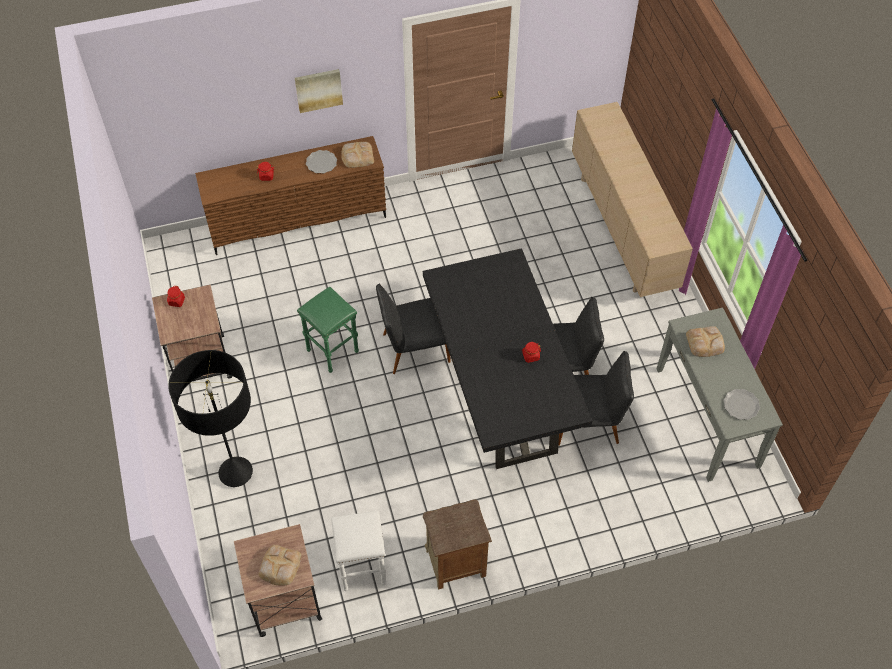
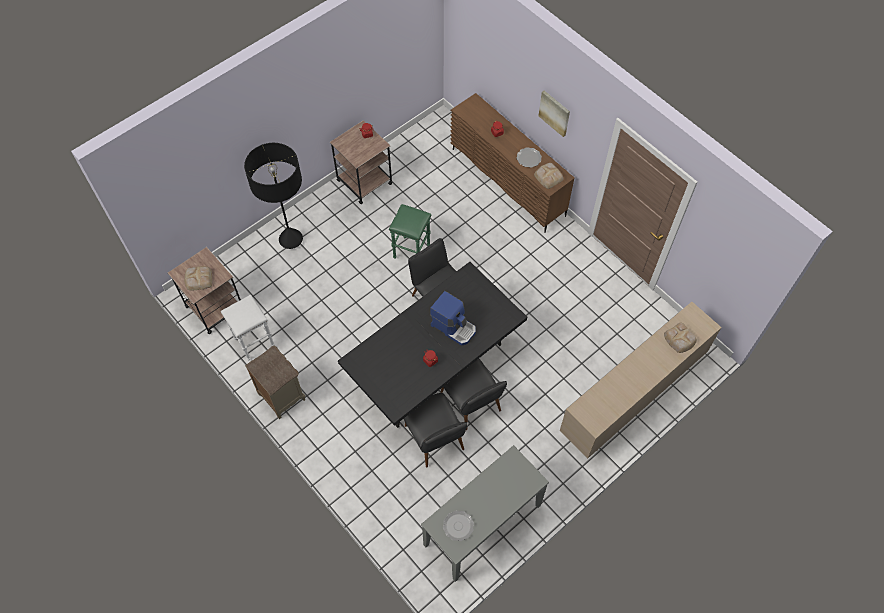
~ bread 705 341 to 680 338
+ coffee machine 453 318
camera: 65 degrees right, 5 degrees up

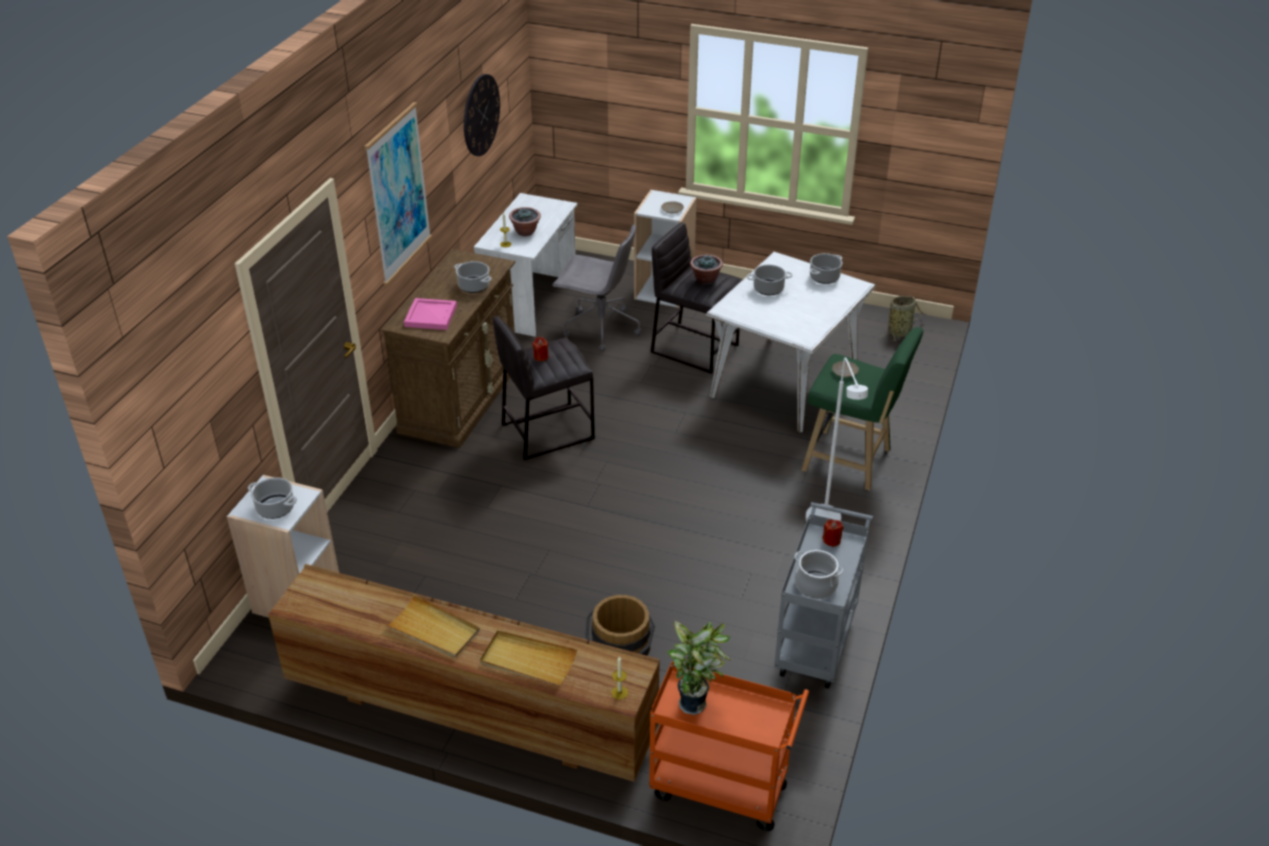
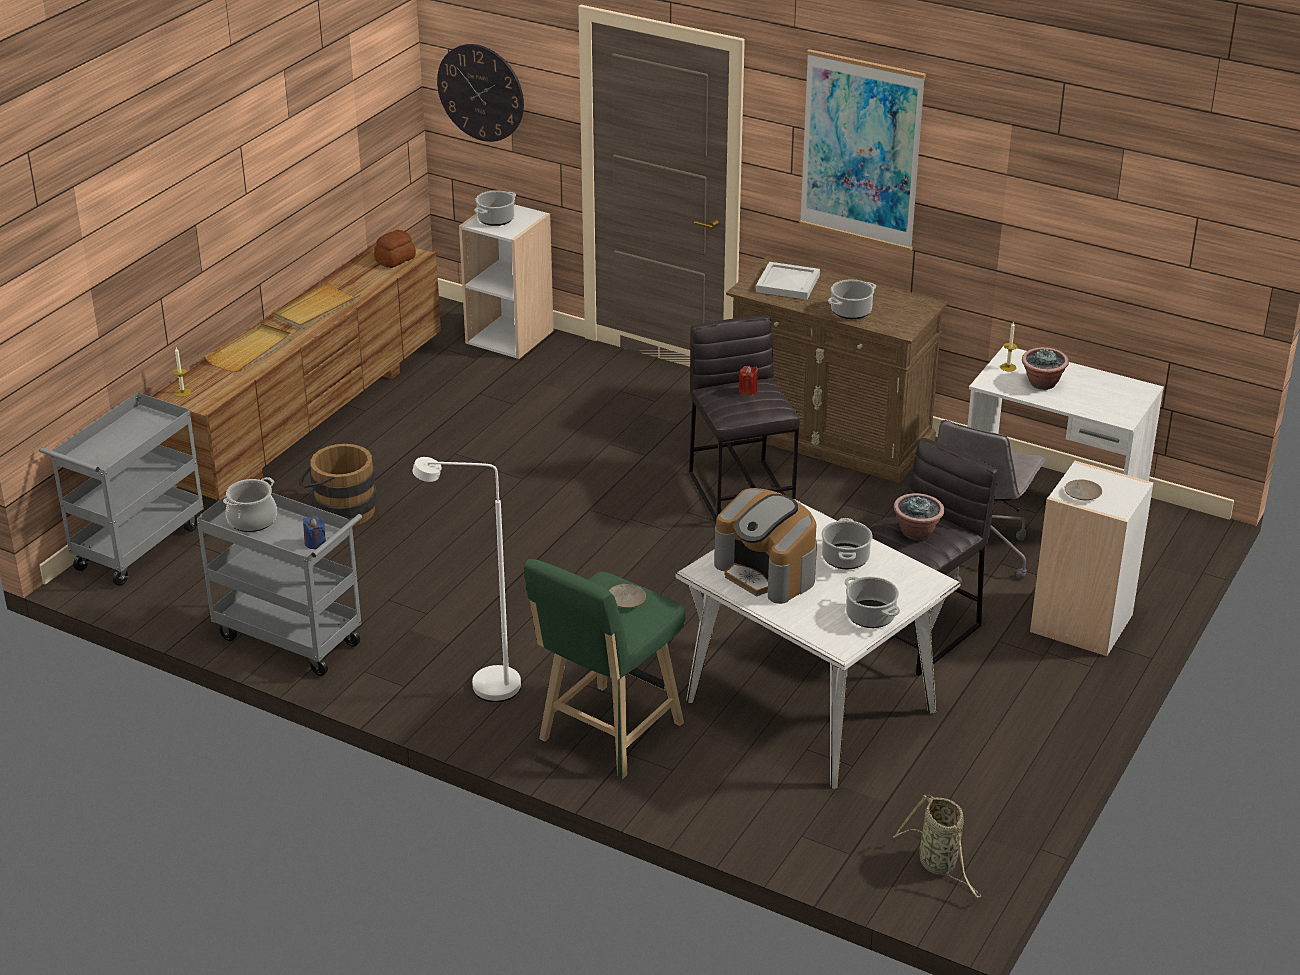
~ pink tray 430 314 to white tray 788 281
~ wall clock 482 115 to 480 93
~ orange cart 729 746 to grey cart 122 489
- potted plant 699 668
~ red candle 832 533 to blue candle 314 532
+ bread 395 249
+ coffee machine 765 546
camera: 100 degrees right, 5 degrees down

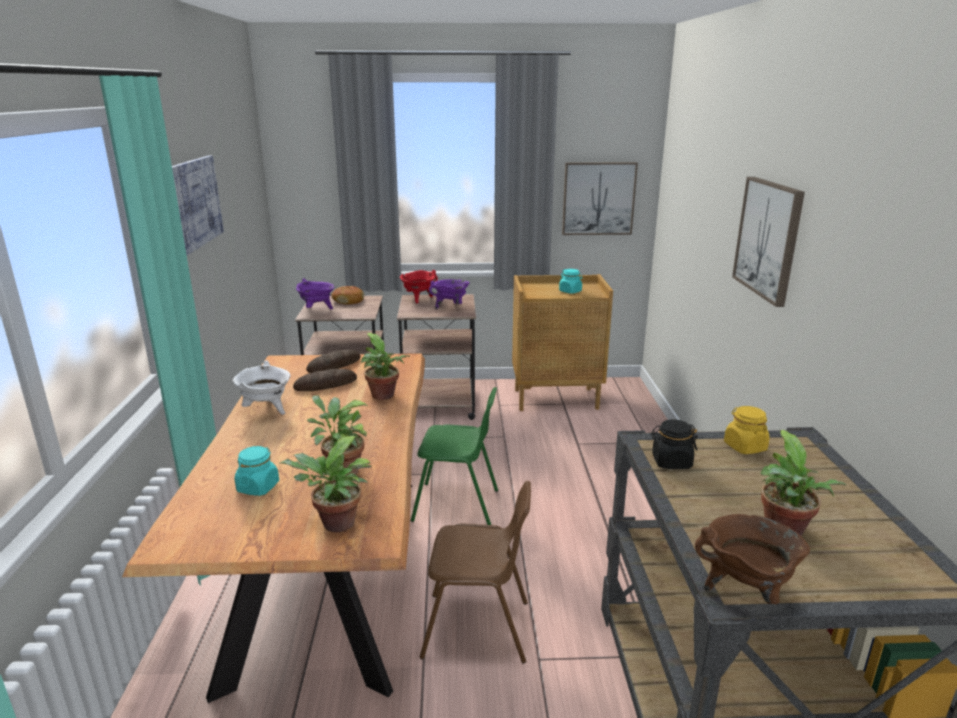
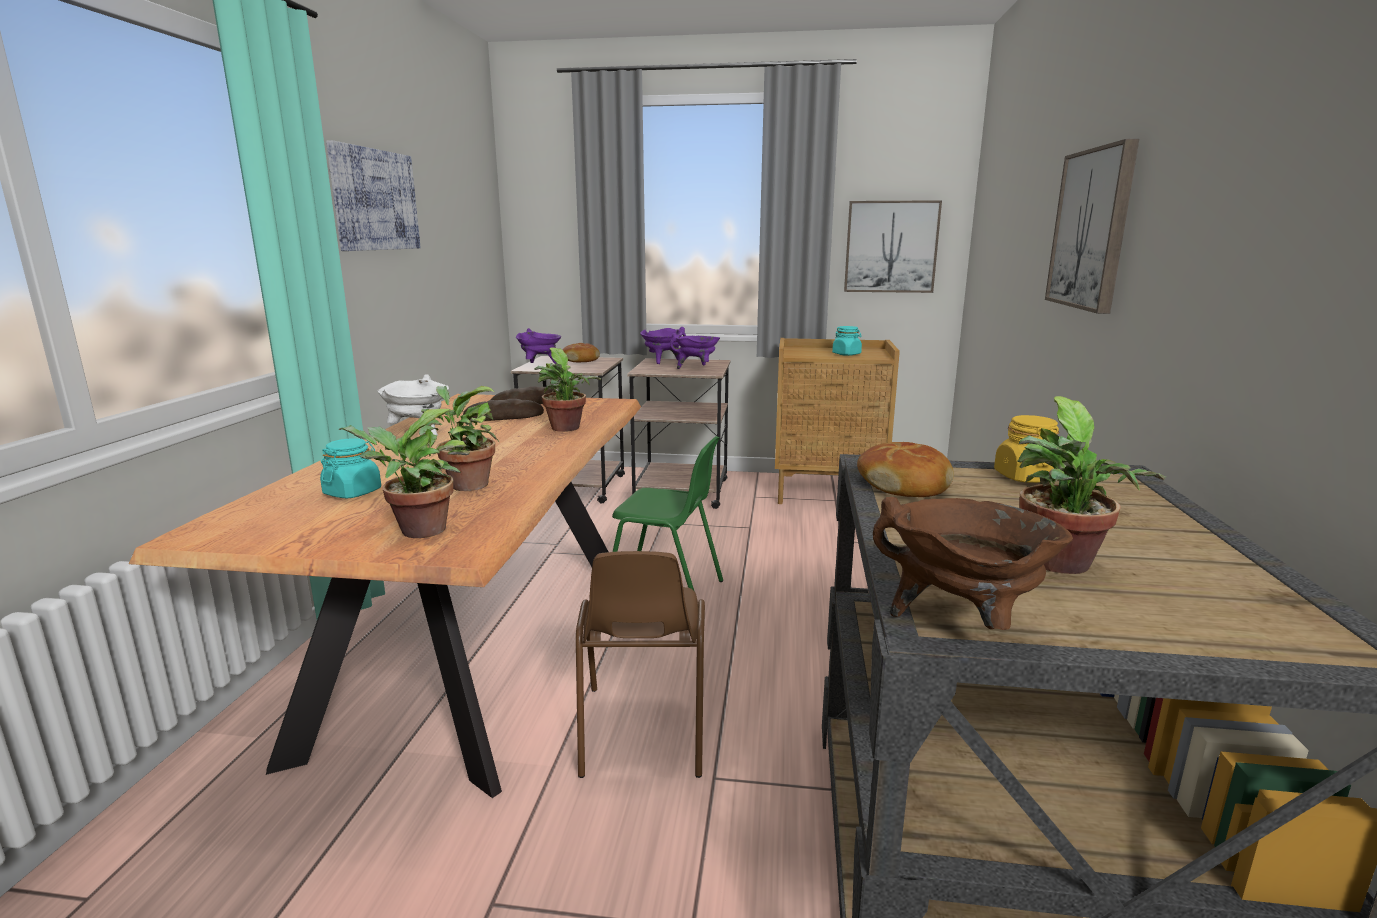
~ red cooking pot 419 287 to purple cooking pot 663 345
~ brown chair 475 572 = 640 664 75 degrees clockwise
~ black jar 674 444 to bread 905 469
camera: 10 degrees right, 5 degrees down

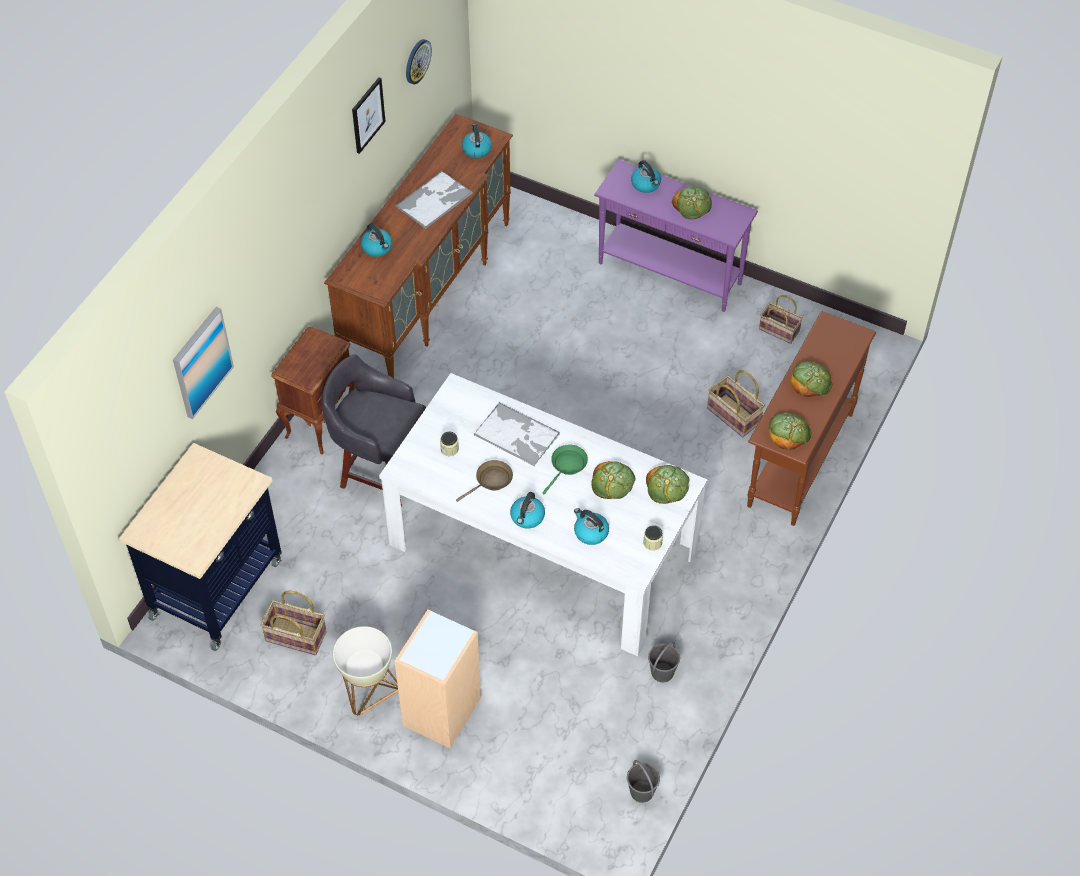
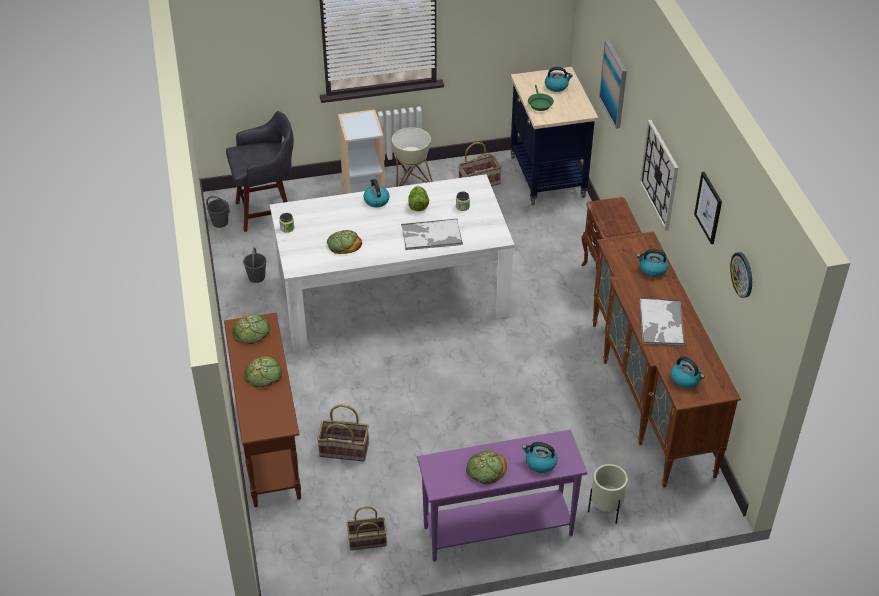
~ grey stool 373 430 to 260 171
~ brown frying pan 484 481 to lettuce 418 198
~ green frying pan 565 469 to 541 98
~ kettle 591 526 to 559 79
- bread 667 484
+ beige planter 608 494
+ wall clock 659 175
camera: 140 degrees right, 10 degrees down

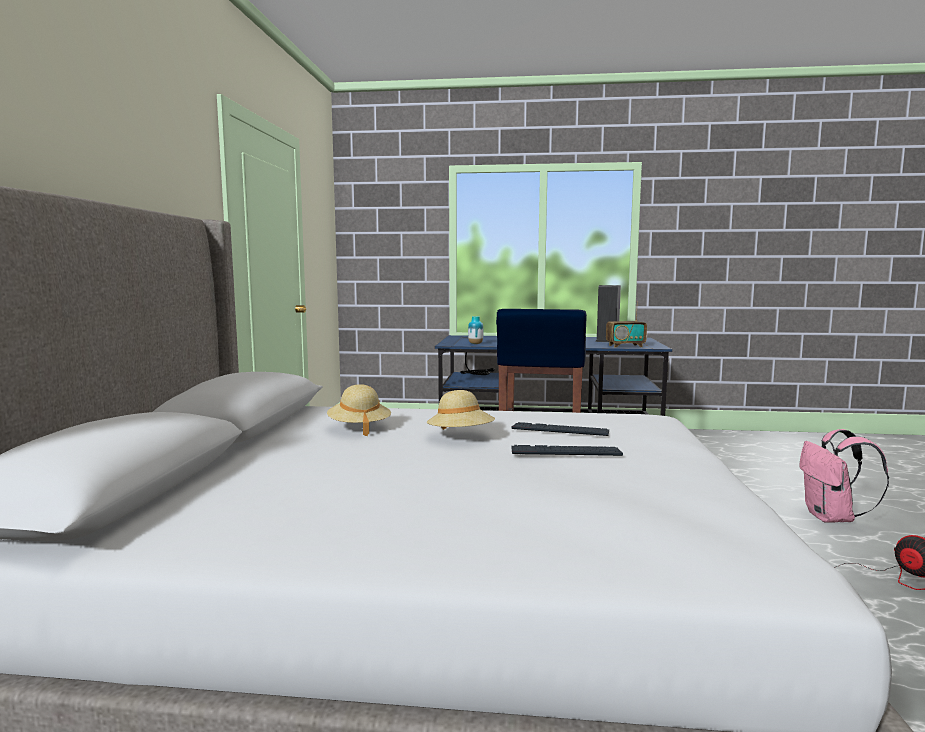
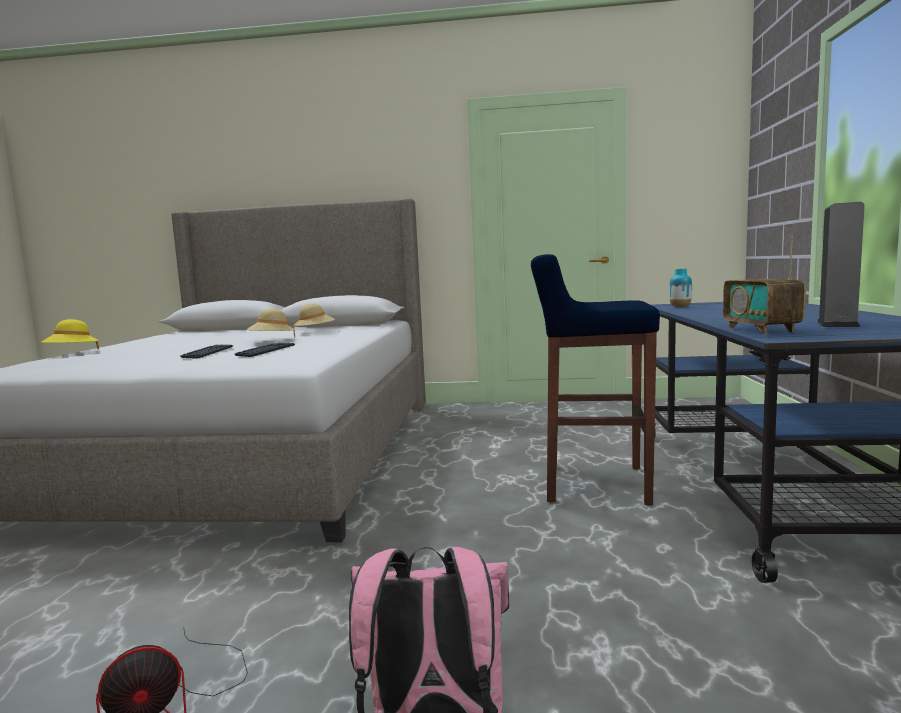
+ yellow hat 70 334
camera: 90 degrees right, 0 degrees up

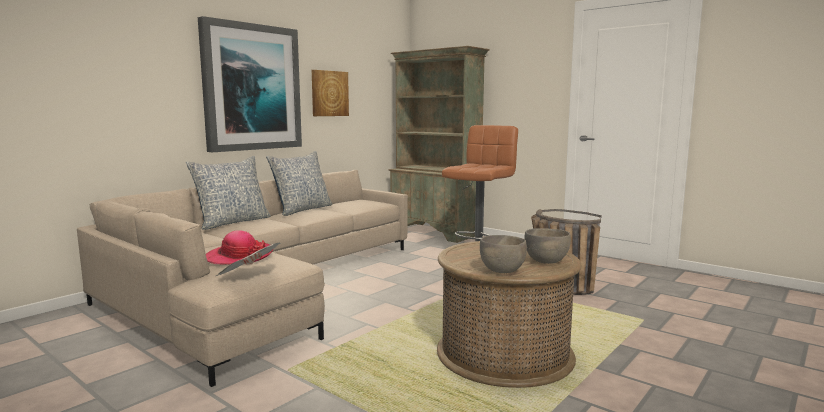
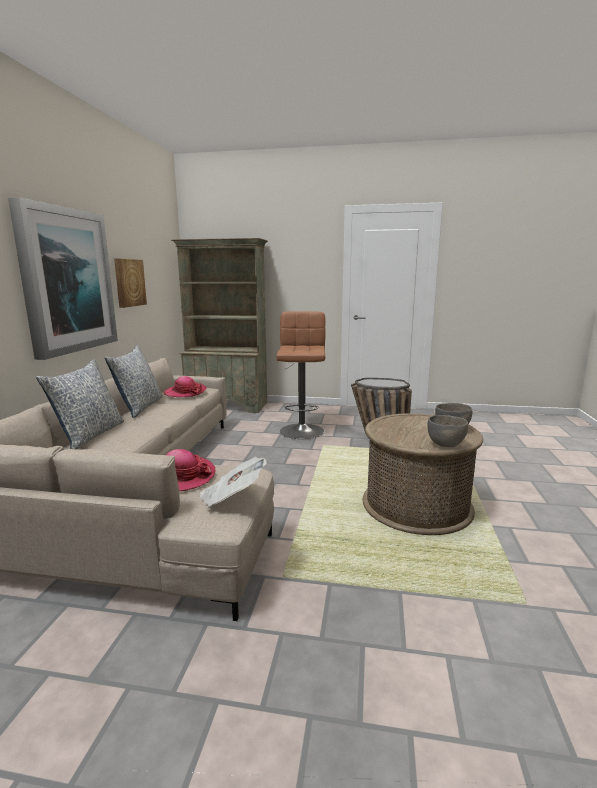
+ hat 185 386
camera: 30 degrees left, 5 degrees up

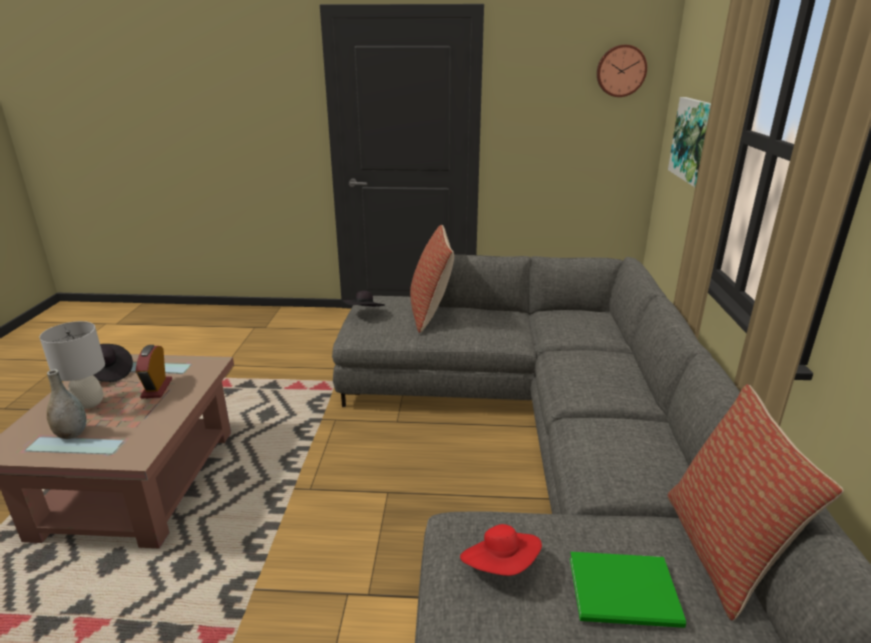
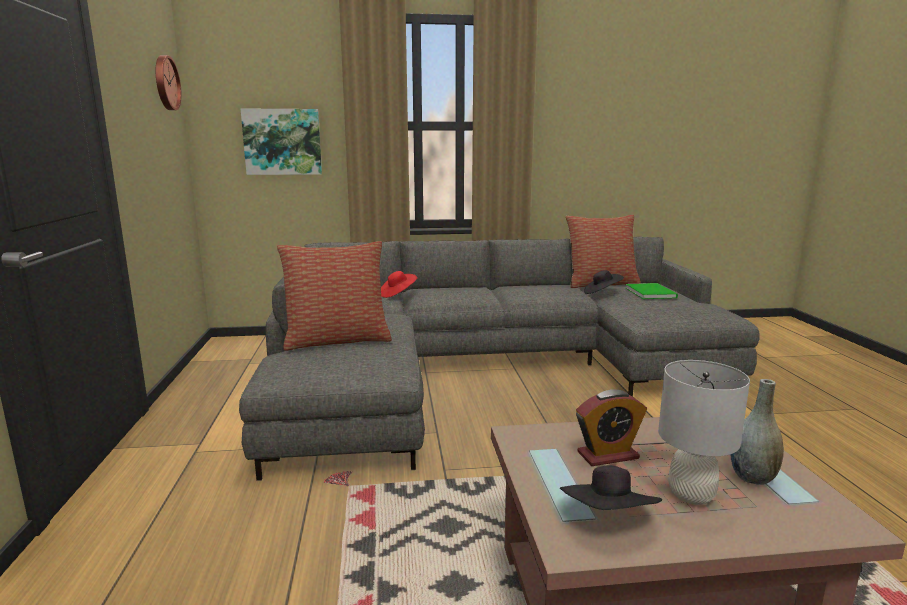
~ black hat 363 299 to 604 282
~ red hat 501 550 to 399 284
camera: 100 degrees left, 10 degrees down

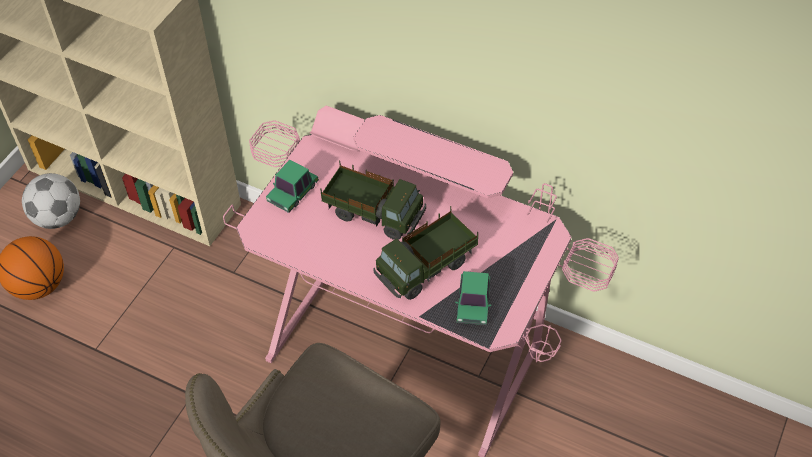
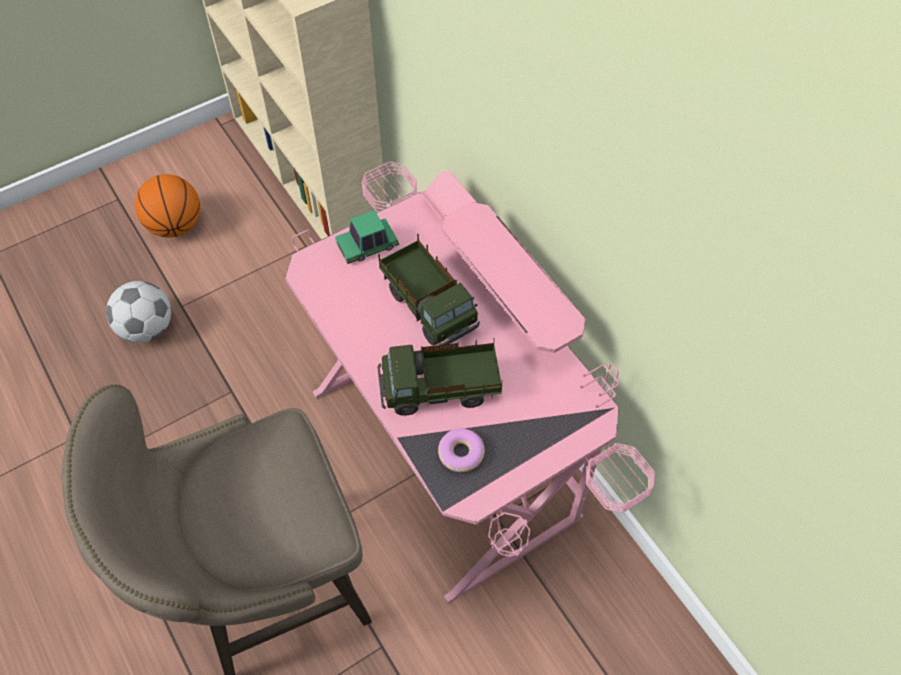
~ football 51 201 to 138 312
~ toy car 473 298 to donut 461 450
camera: 30 degrees right, 5 degrees up

